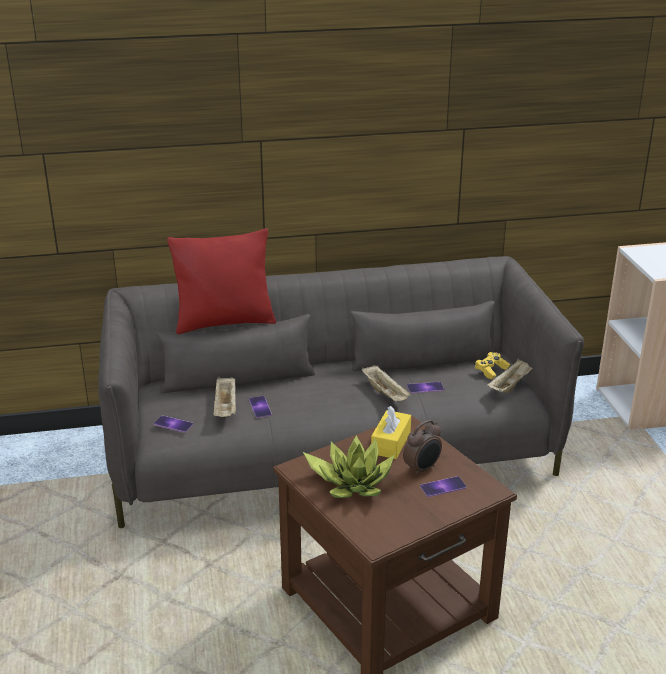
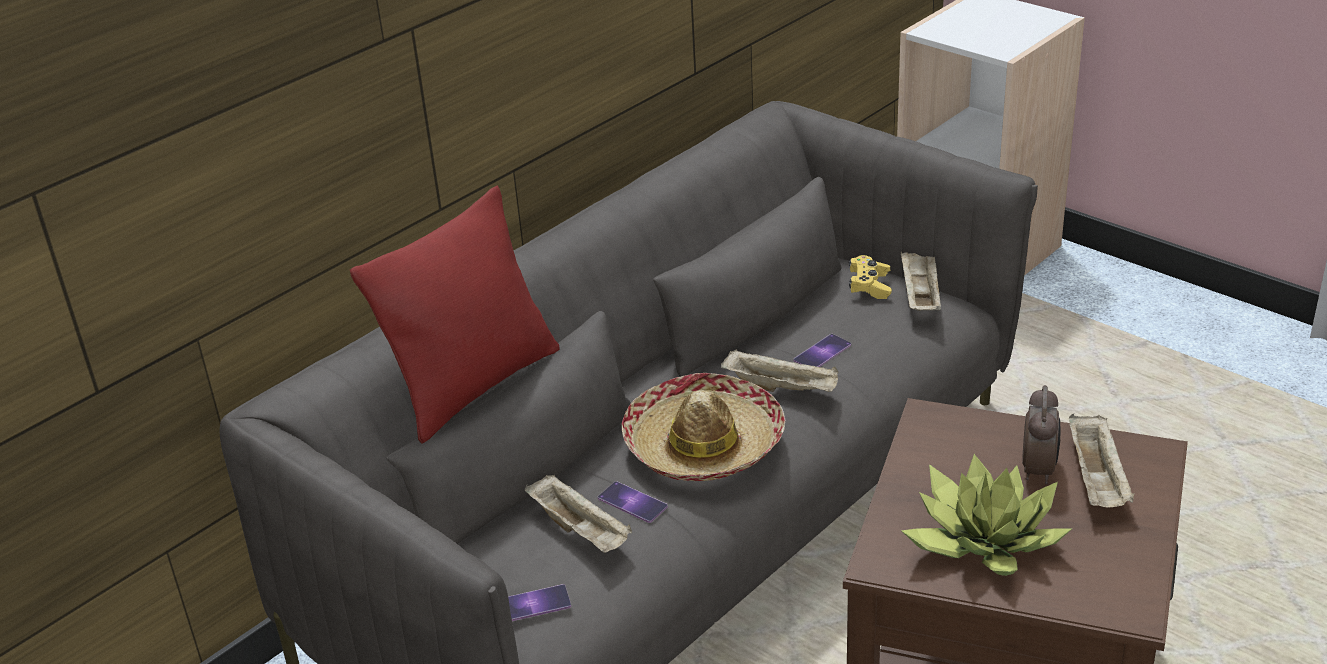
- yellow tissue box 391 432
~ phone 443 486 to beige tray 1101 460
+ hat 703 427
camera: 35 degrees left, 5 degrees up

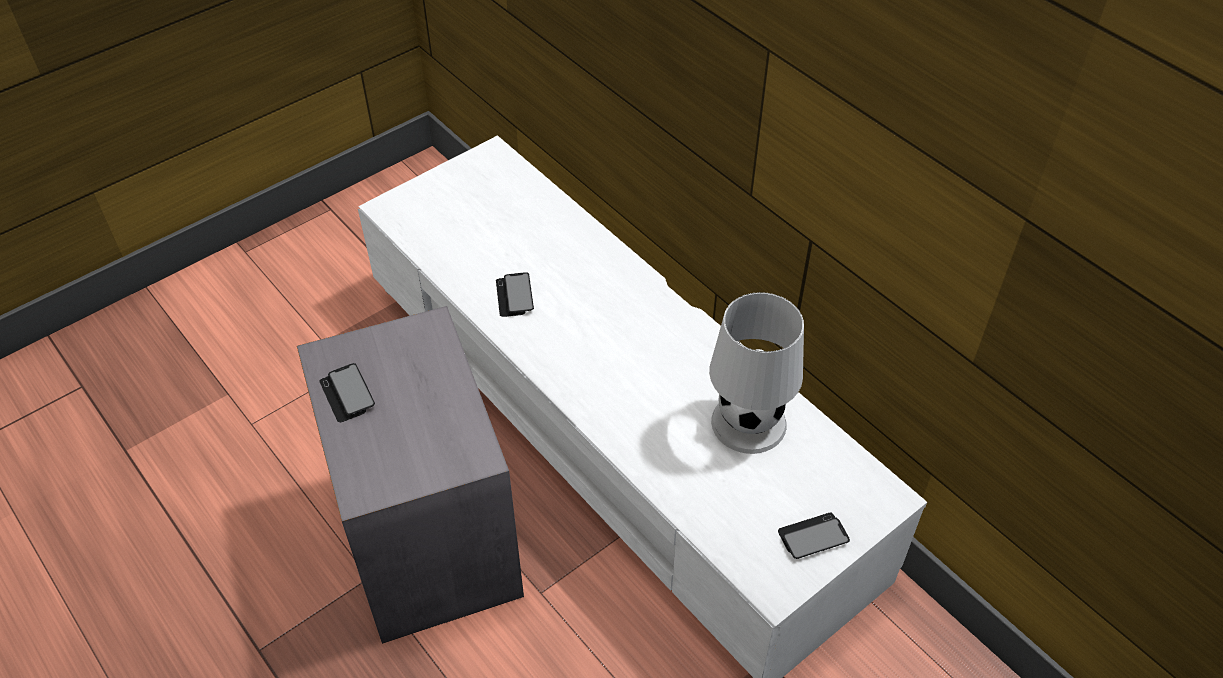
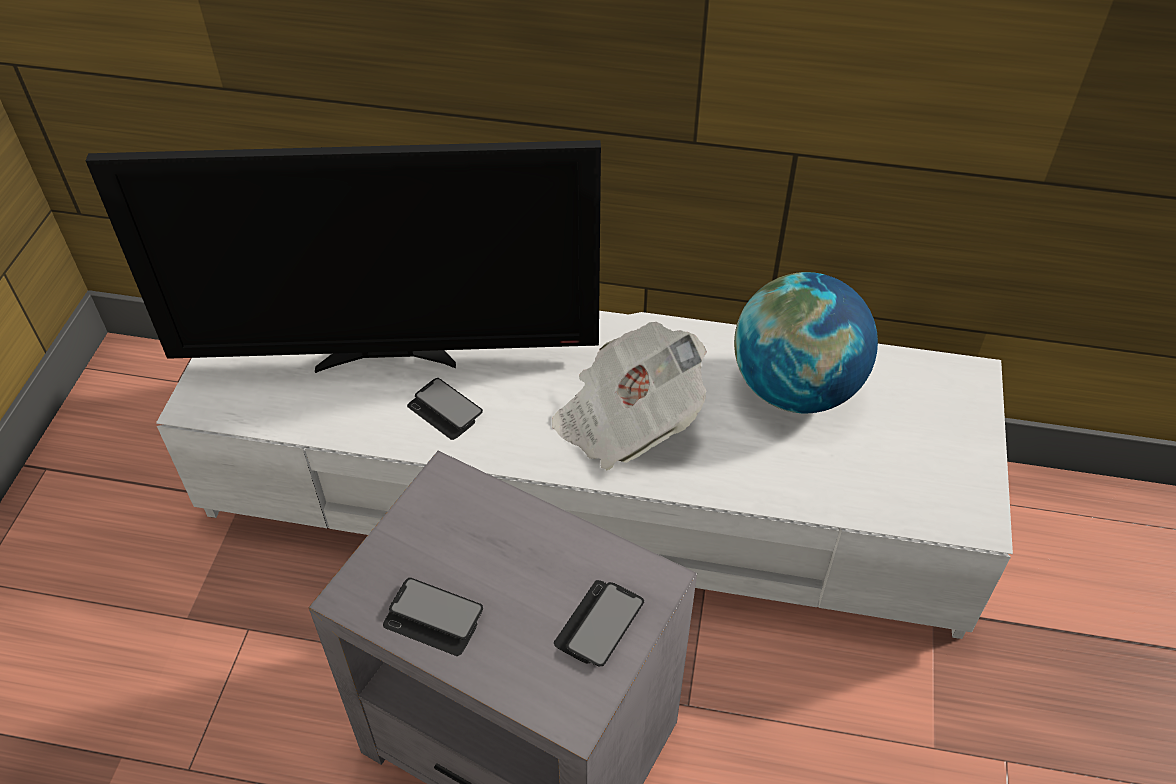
~ white table lamp 756 373 to globe 806 342
~ phone 814 535 to 599 623
+ television 343 256
+ newspaper 629 396
camera: 40 degrees left, 0 degrees up

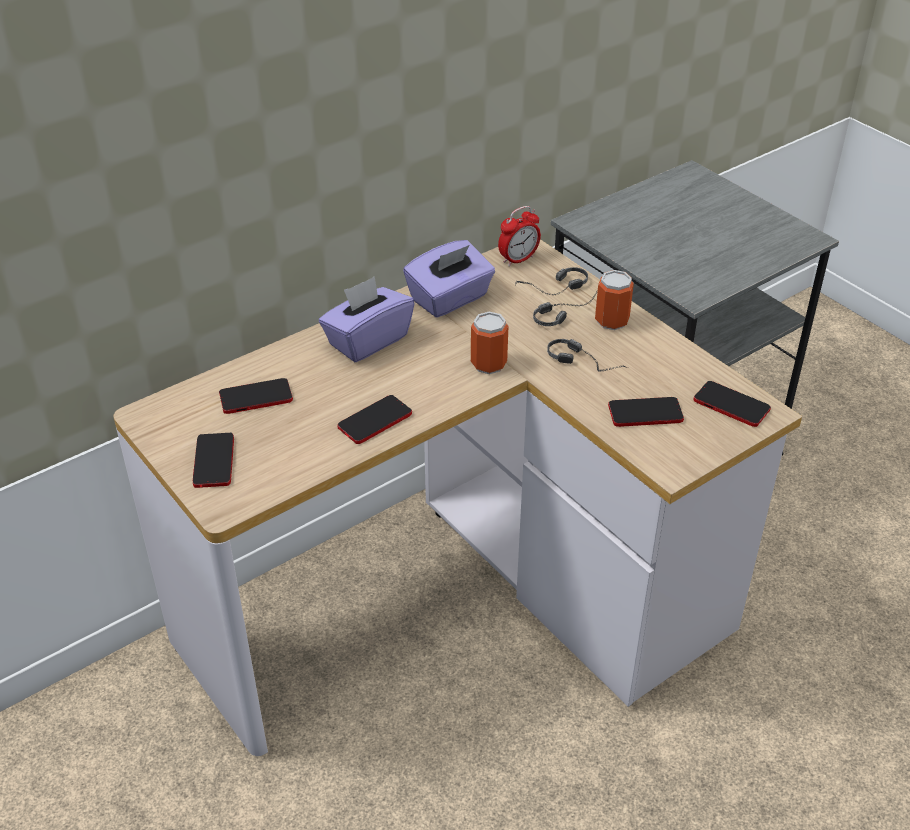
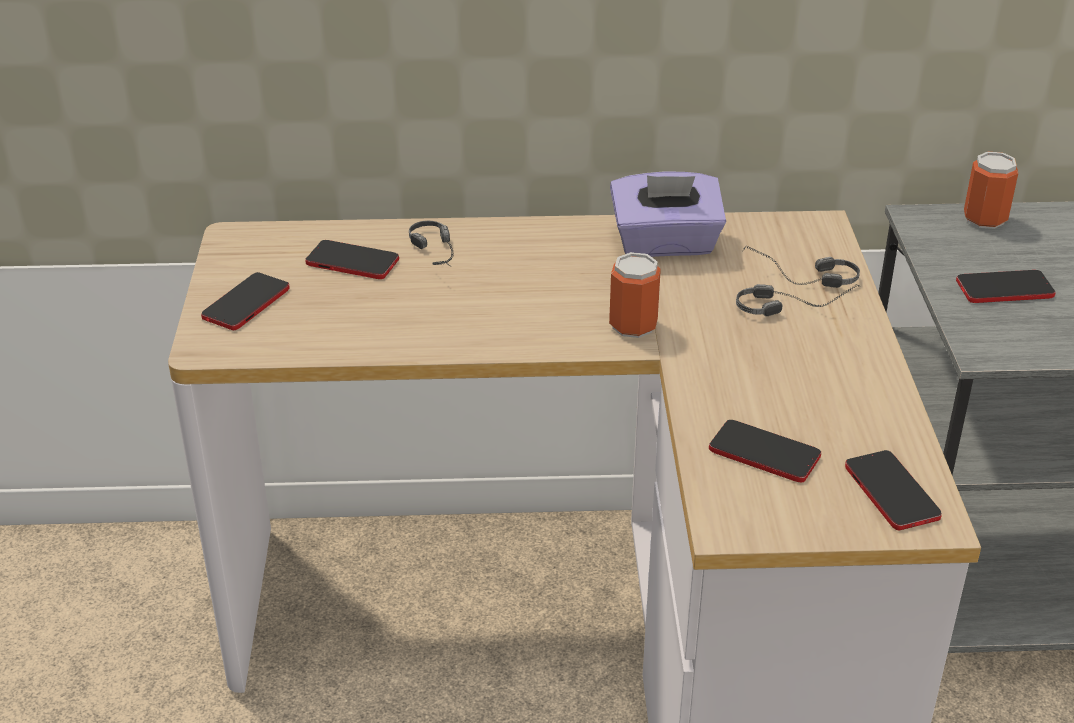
- purple tissue box 367 319
~ phone 374 419 to 1006 286
- alarm clock 519 236
~ headphones 587 355 to 431 243
~ can 614 300 to 991 190
camera: 35 degrees right, 5 degrees down

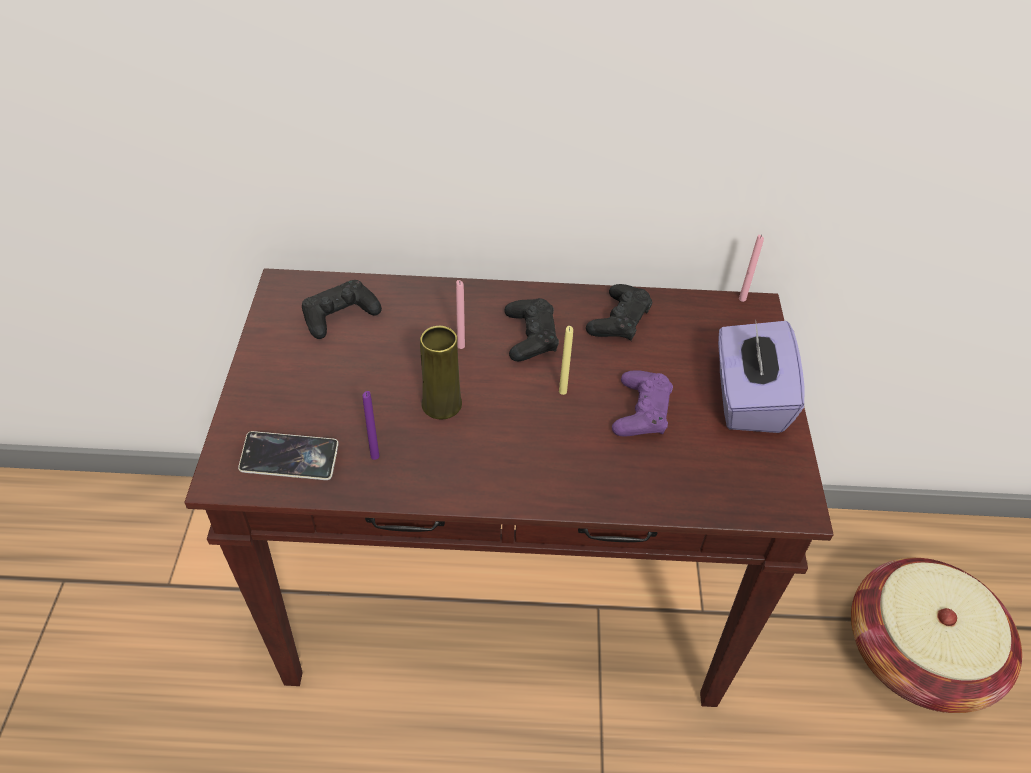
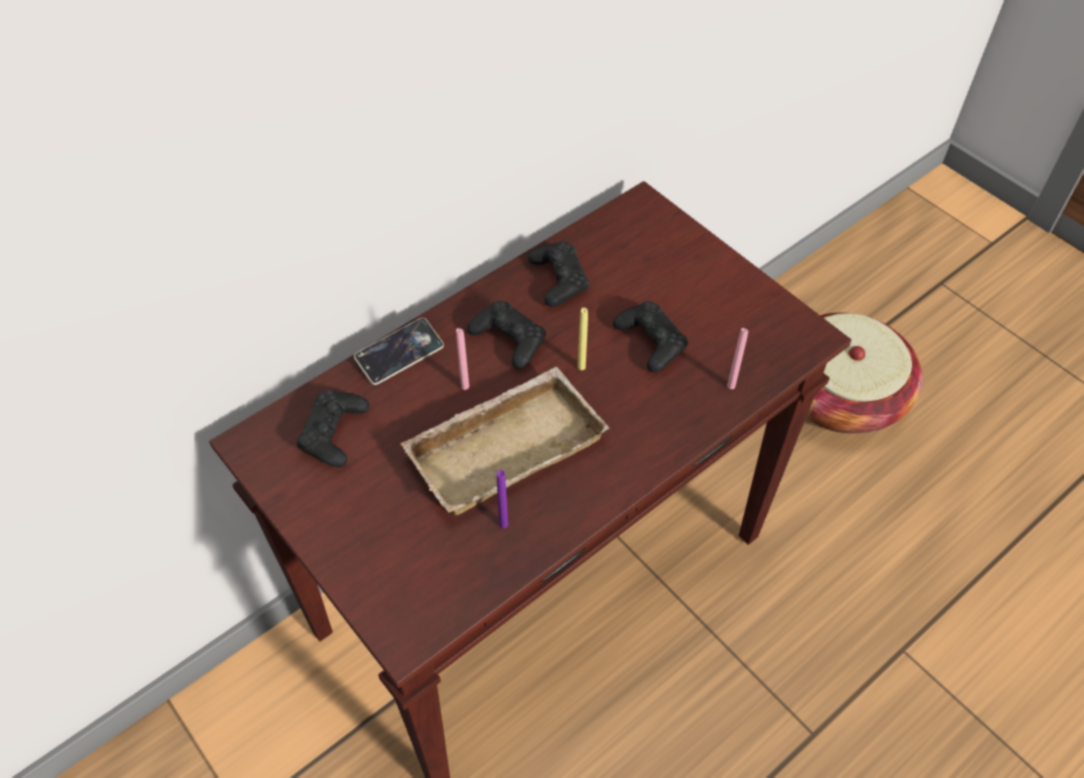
~ phone 288 455 to 399 351
~ yellow vase 441 373 to beige tray 505 441
~ purple game controller 642 403 to black game controller 650 337
- purple tissue box 761 377
~ pink candle 751 268 to 737 358
camera: 40 degrees left, 5 degrees up

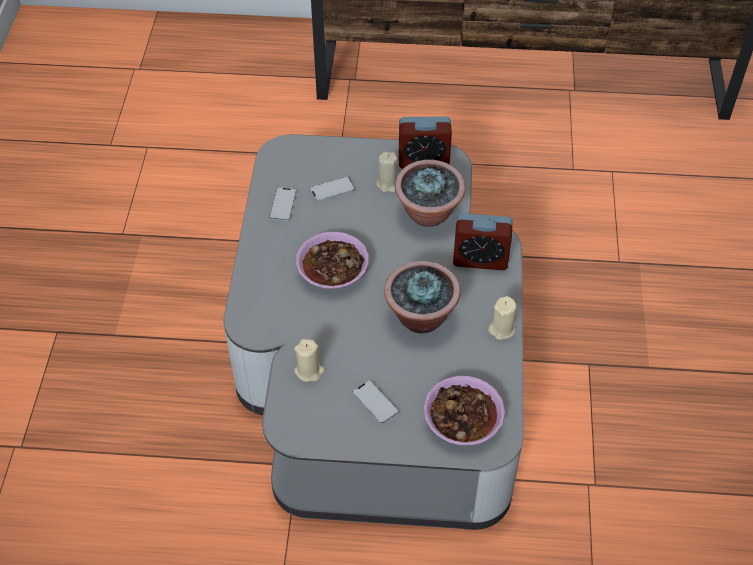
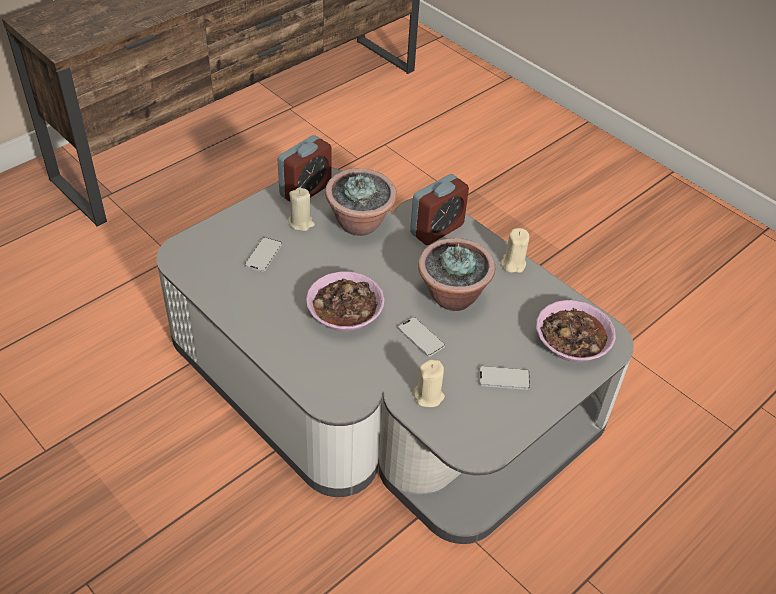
~ phone 283 204 to 421 337
camera: 50 degrees left, 5 degrees down

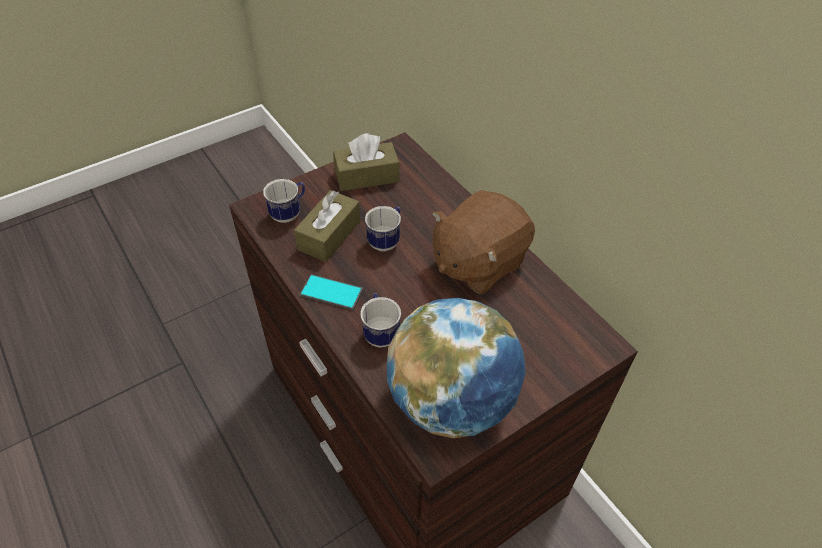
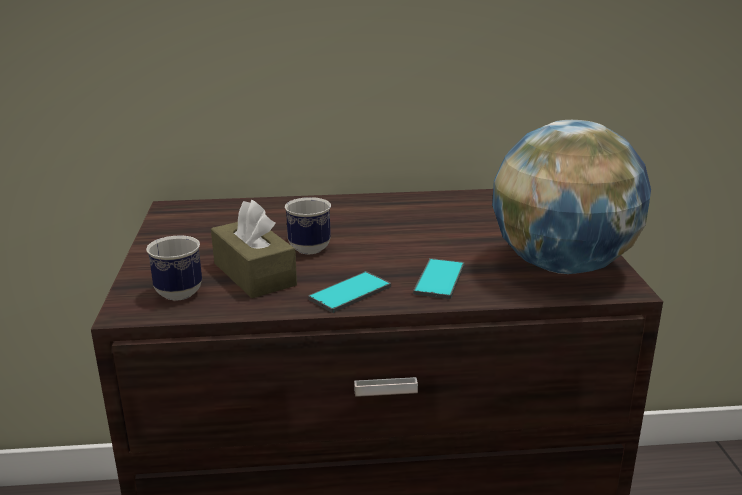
- brown tissue box 366 162
~ mug 380 320 to phone 438 278
- brown plush toy 483 242
camera: 60 degrees left, 25 degrees down

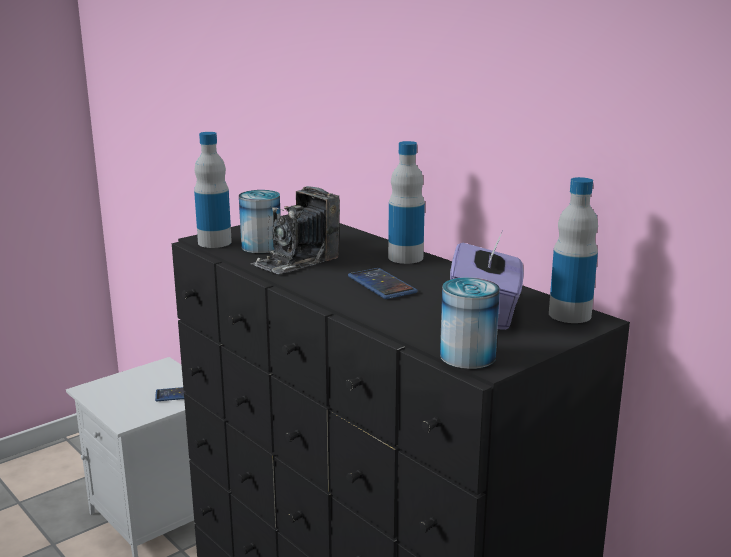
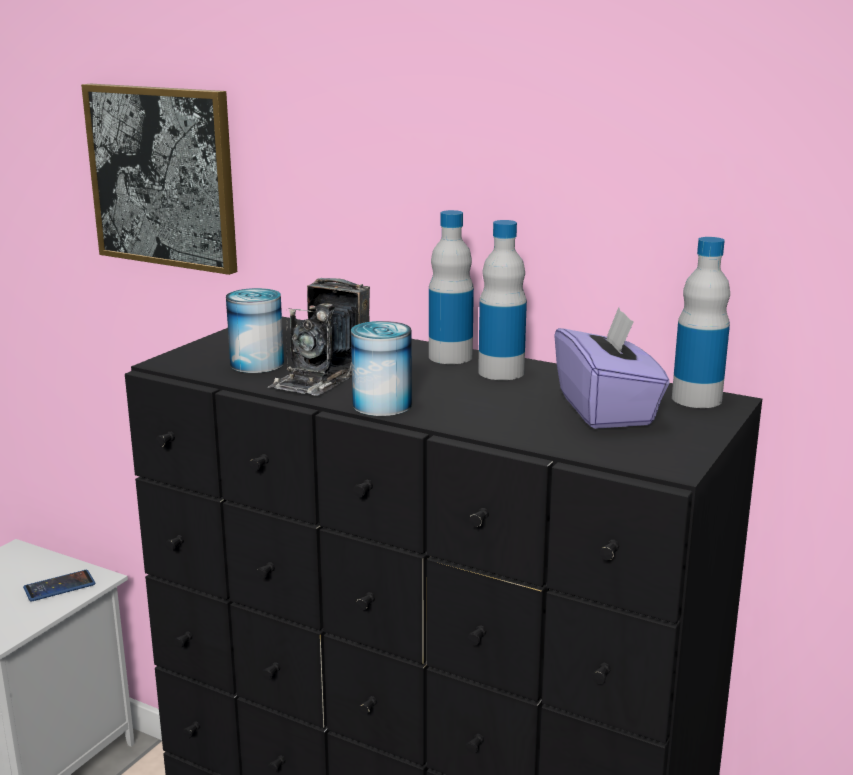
~ bottle 213 190 to 502 300
- phone 383 283
~ can 470 323 to 381 368
+ picture 159 179
camera: 20 degrees left, 0 degrees up

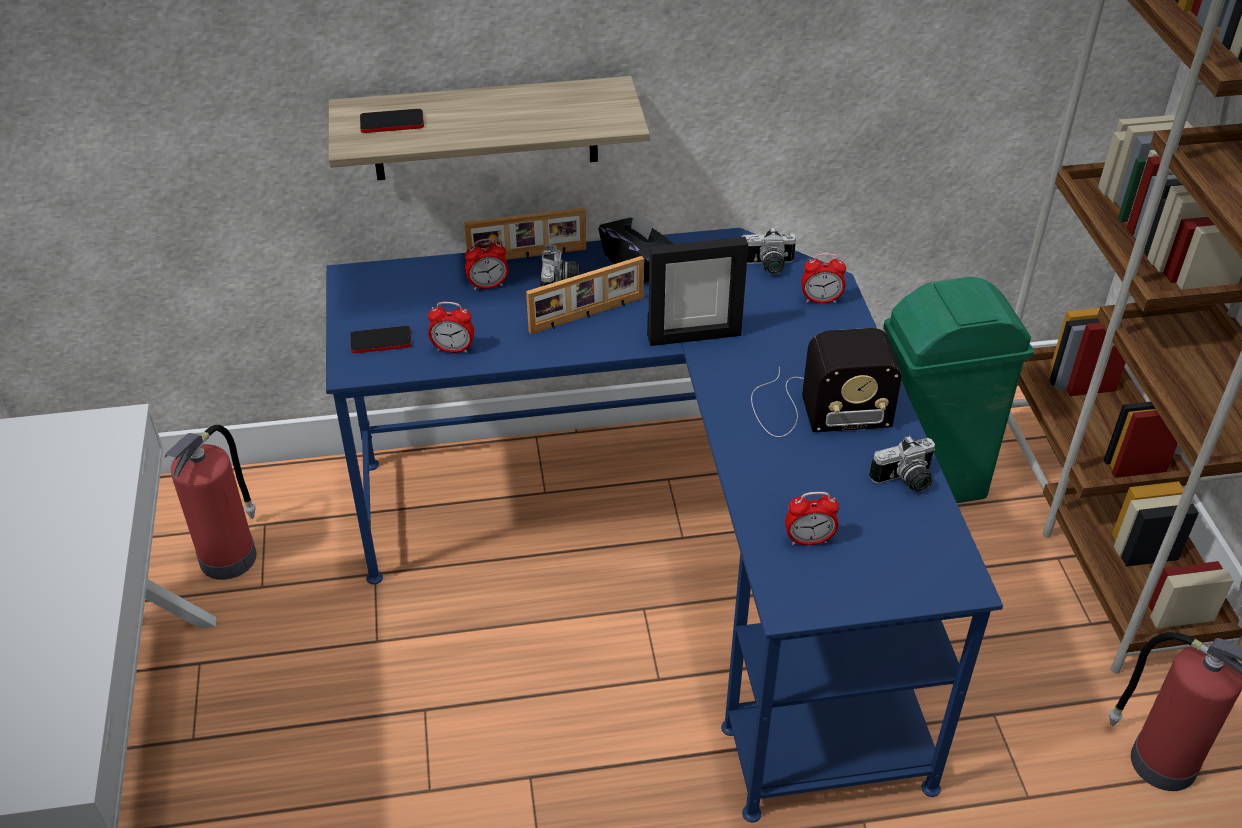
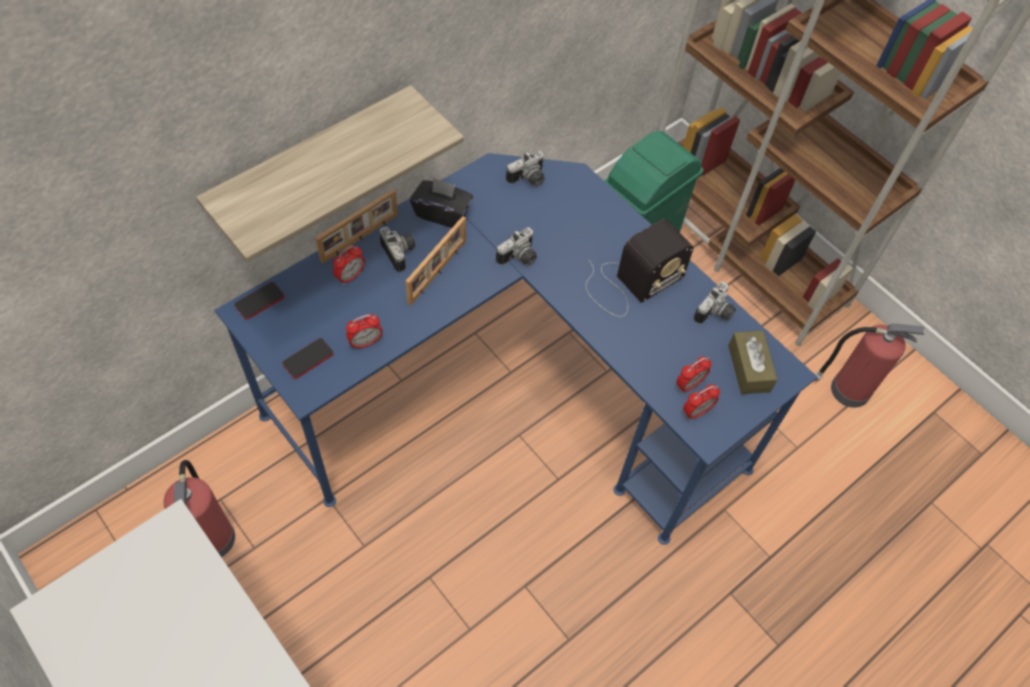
~ phone 392 121 to 259 301
~ picture frame 697 291 to photo camera 516 246
~ alarm clock 823 278 to 701 402
+ brown tissue box 753 362
camera: 35 degrees left, 15 degrees up

